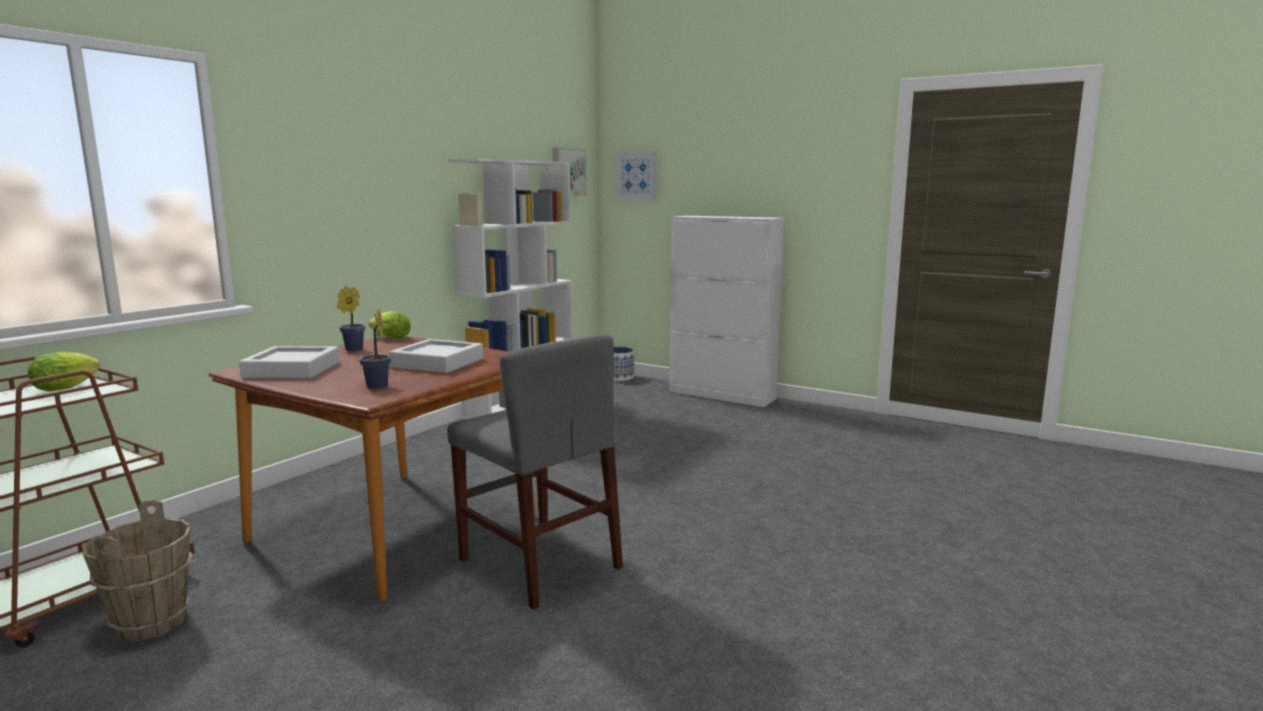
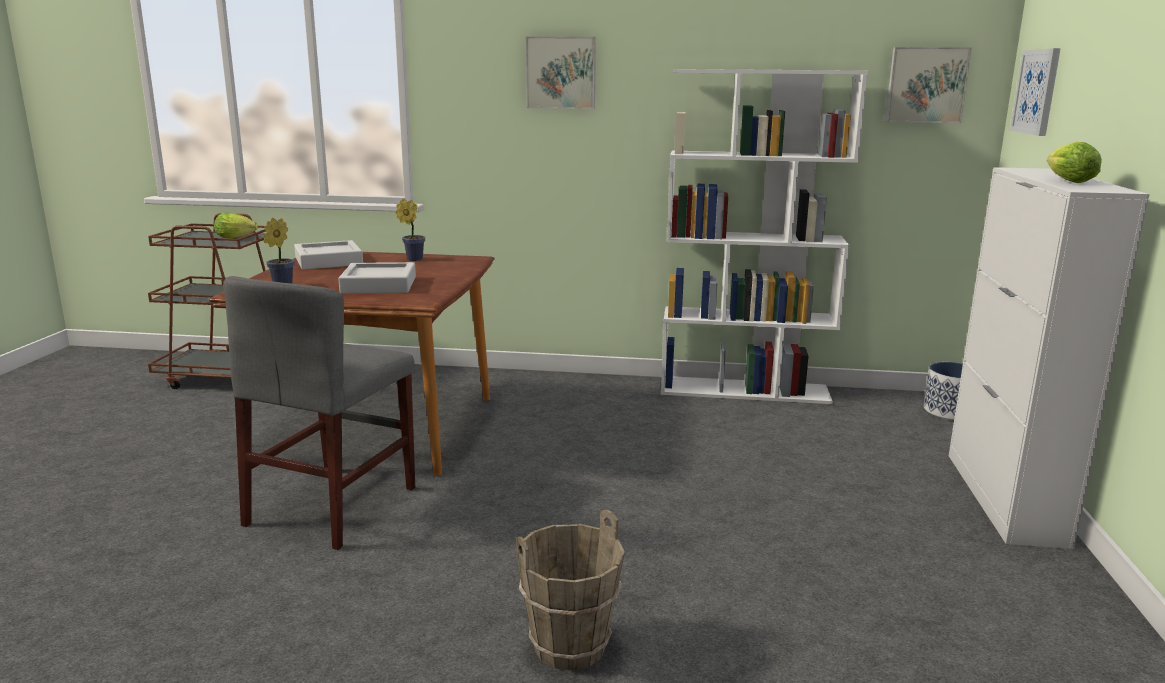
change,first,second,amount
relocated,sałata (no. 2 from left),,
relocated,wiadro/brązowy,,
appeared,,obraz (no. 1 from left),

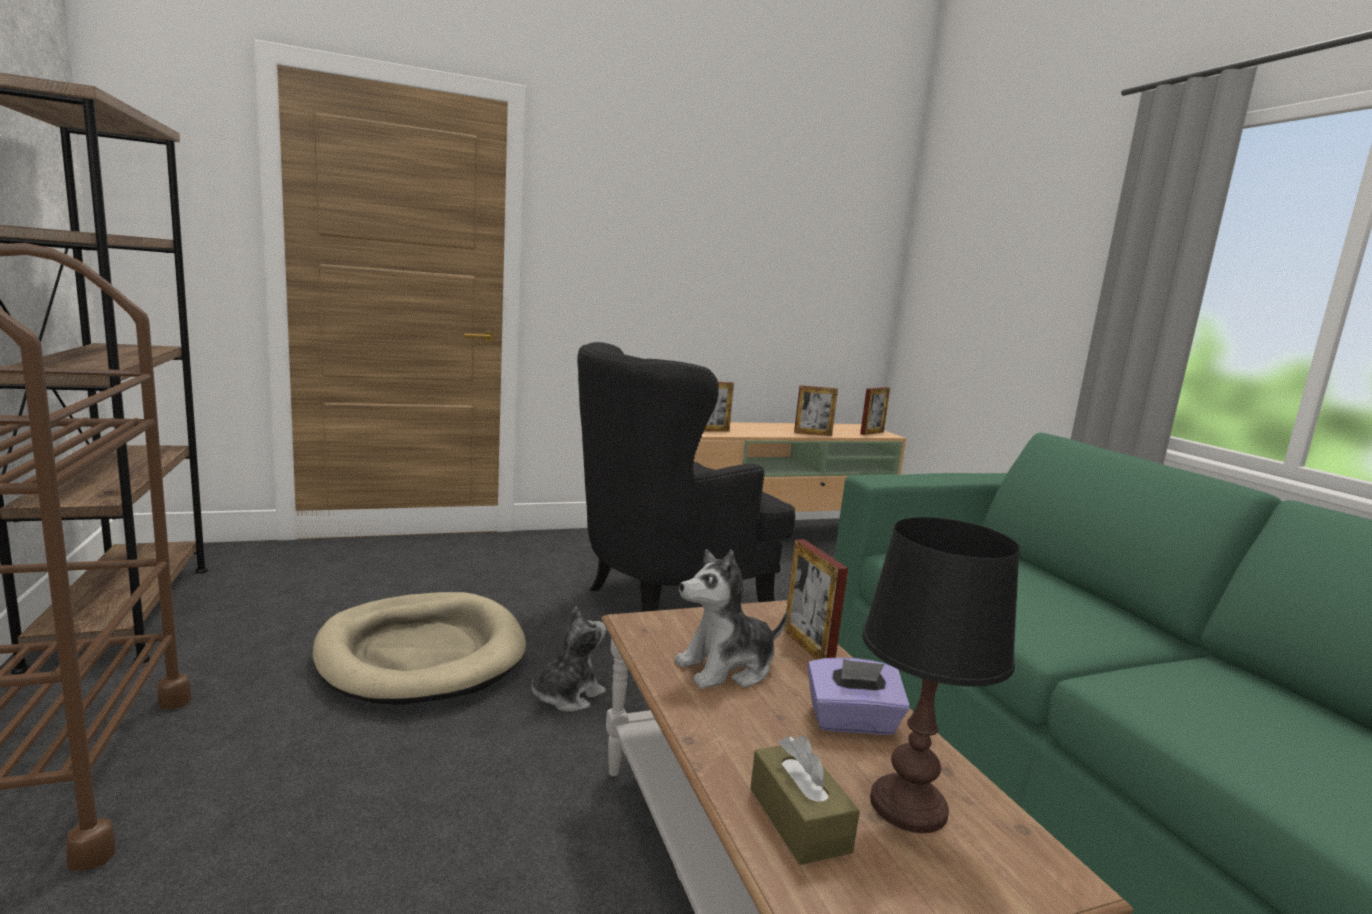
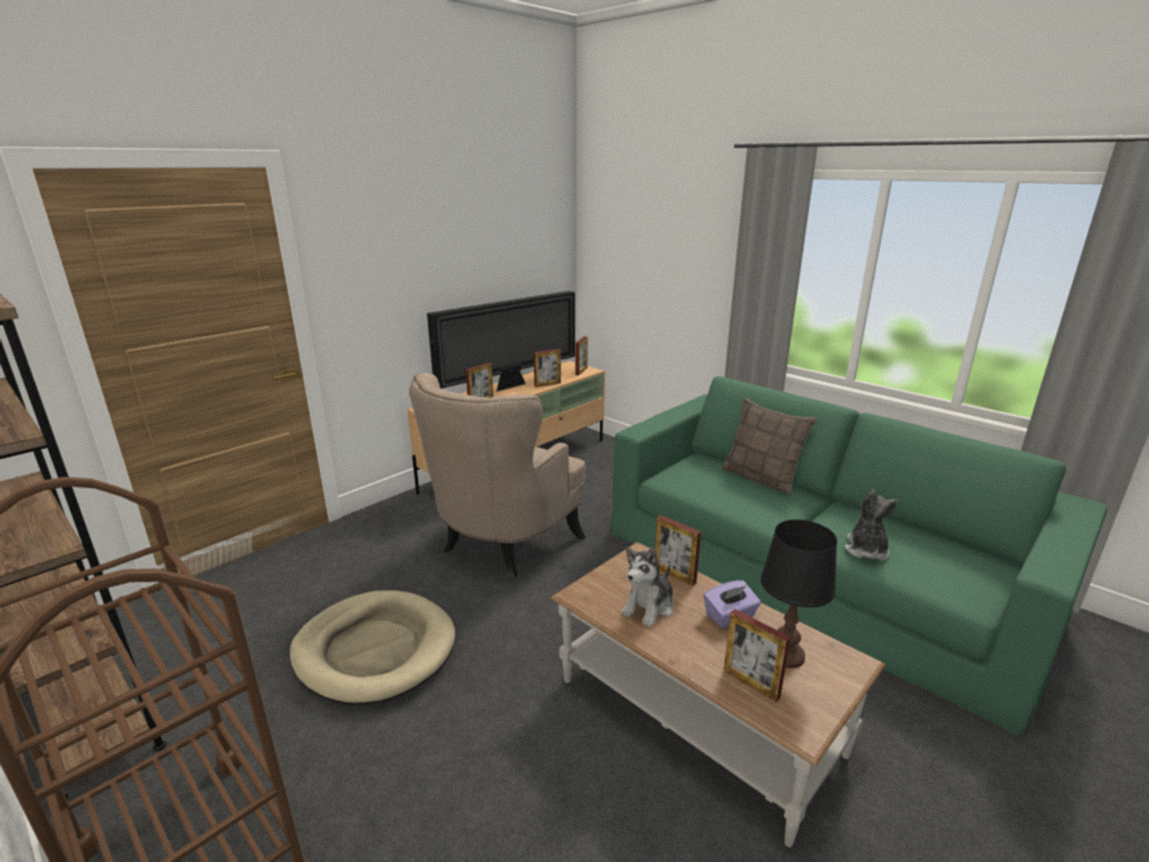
change,first,second,amount
colour,fotel/czarny,fotel/beżowy,
relocated,pluszak (no. 1 from left in the first image),pluszak (no. 2 from left),
exchanged,pudełko chusteczek/brązowy,ramka na zdjęcie (no. 5 from left),
appeared,,telewizor,
appeared,,poduszka,

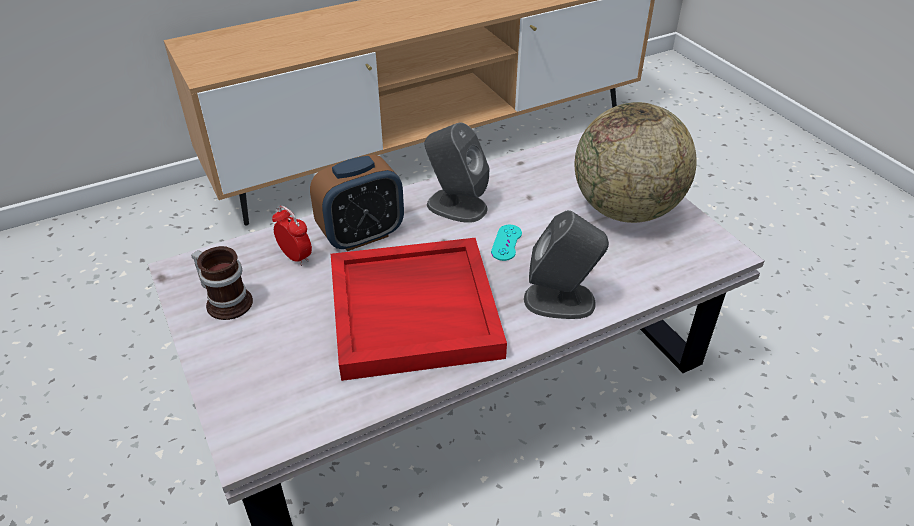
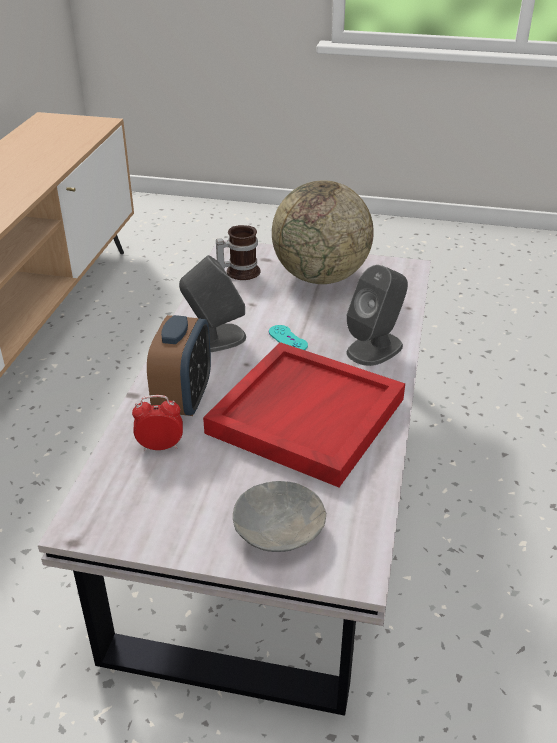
change,first,second,amount
relocated,kubek,,
appeared,,miska/szary,

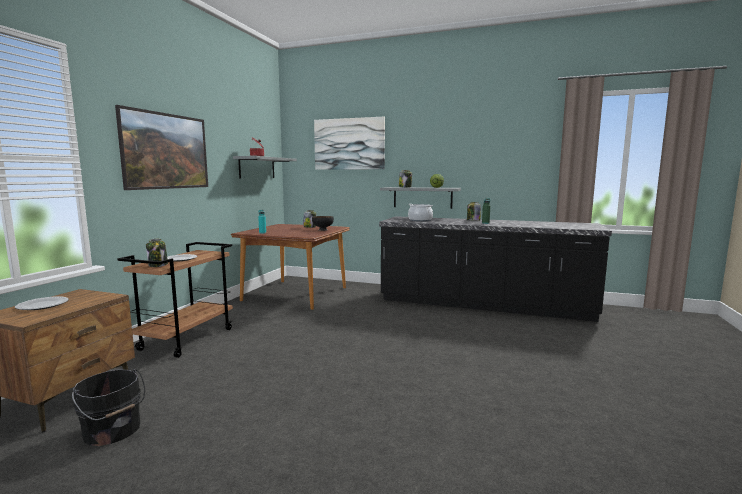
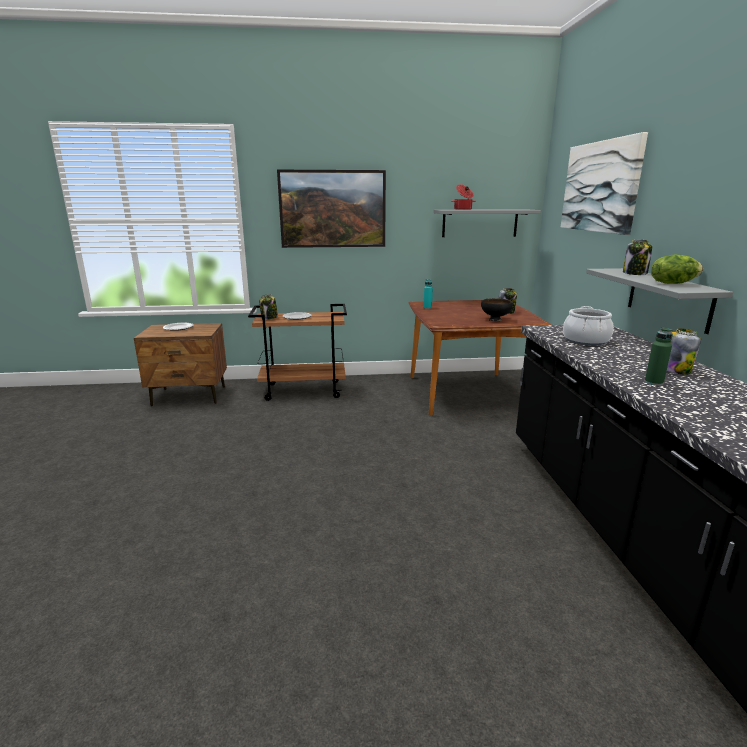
change,first,second,amount
missing,wiadro/czarny,,

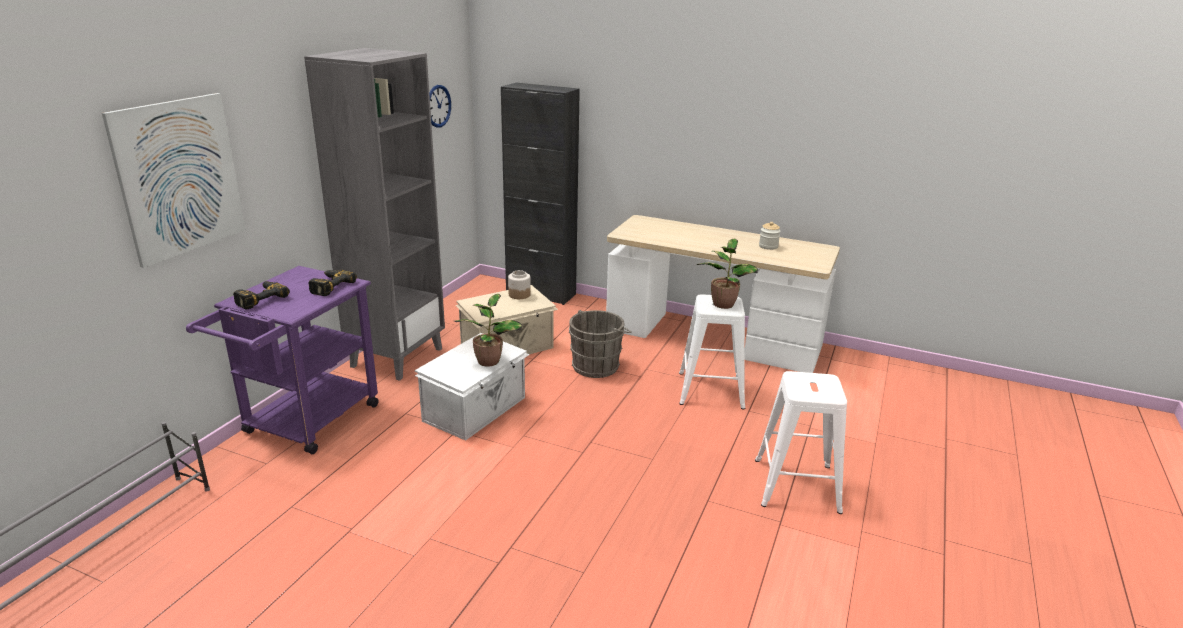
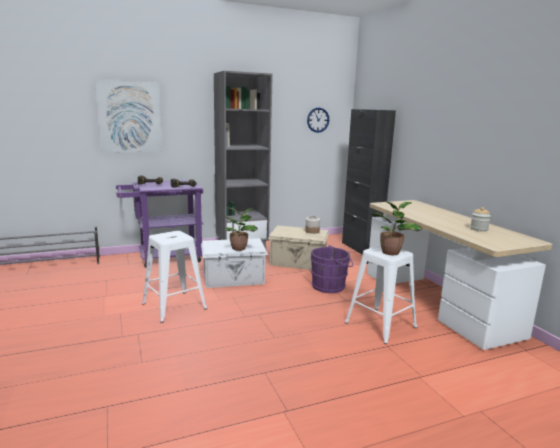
change,first,second,amount
colour,wiadro/szary,wiadro/fioletowy,
relocated,stołek/biały (no. 2 from left in the first image),stołek/biały (no. 1 from left),

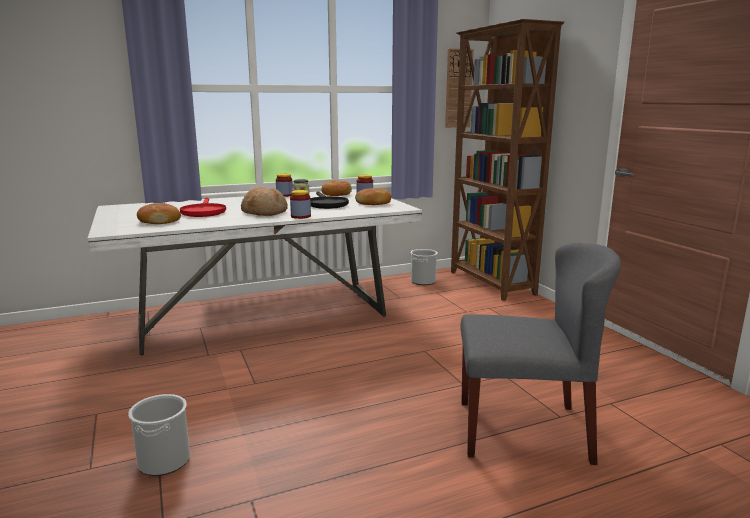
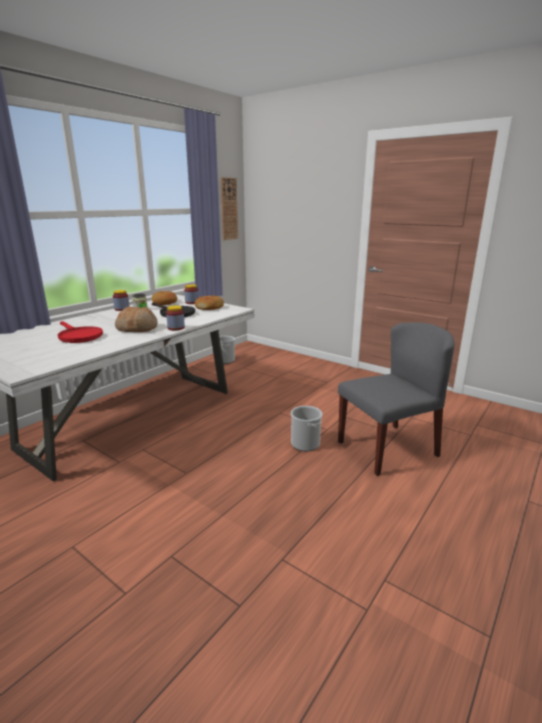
change,first,second,amount
missing,regał/brązowy,,
missing,chleb (no. 1 from left),,
relocated,wiadro (no. 1 from left in the first image),wiadro (no. 2 from left),

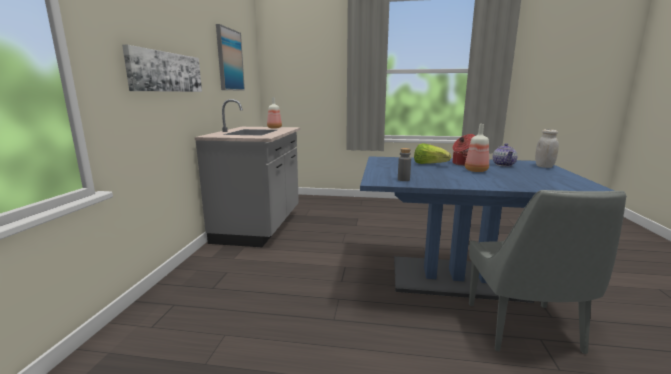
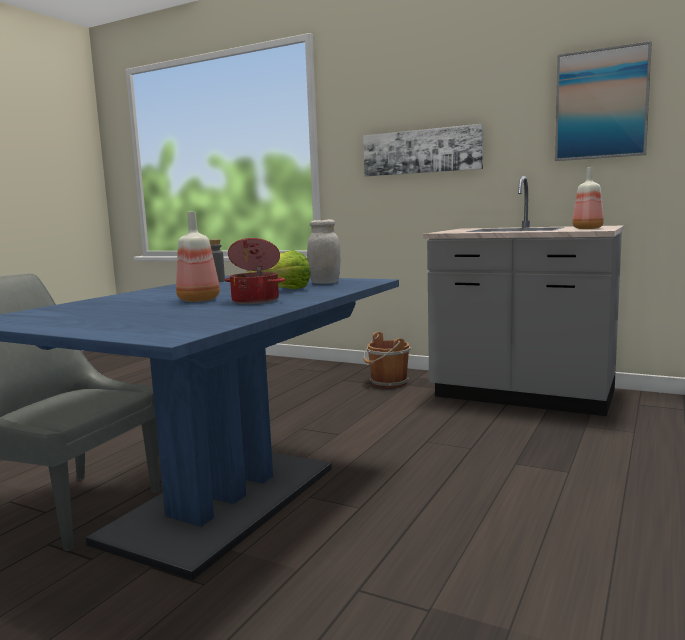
change,first,second,amount
relocated,słoik/biały,,
missing,imbryk,,
appeared,,wiadro/brązowy,

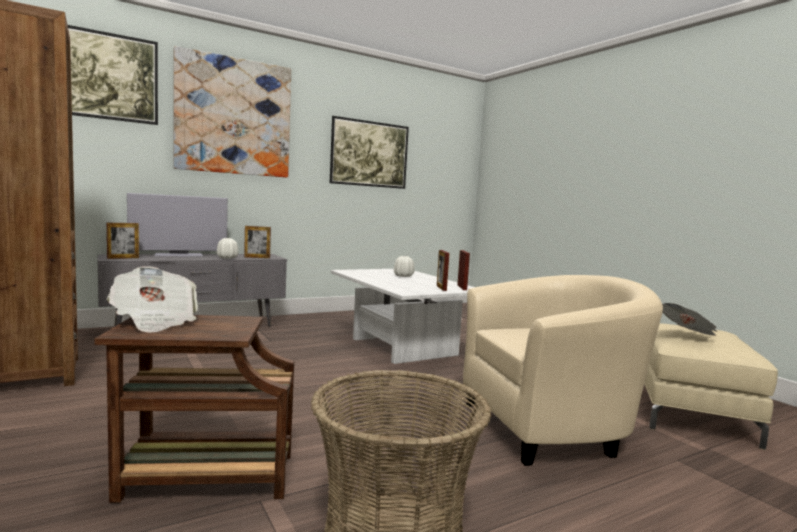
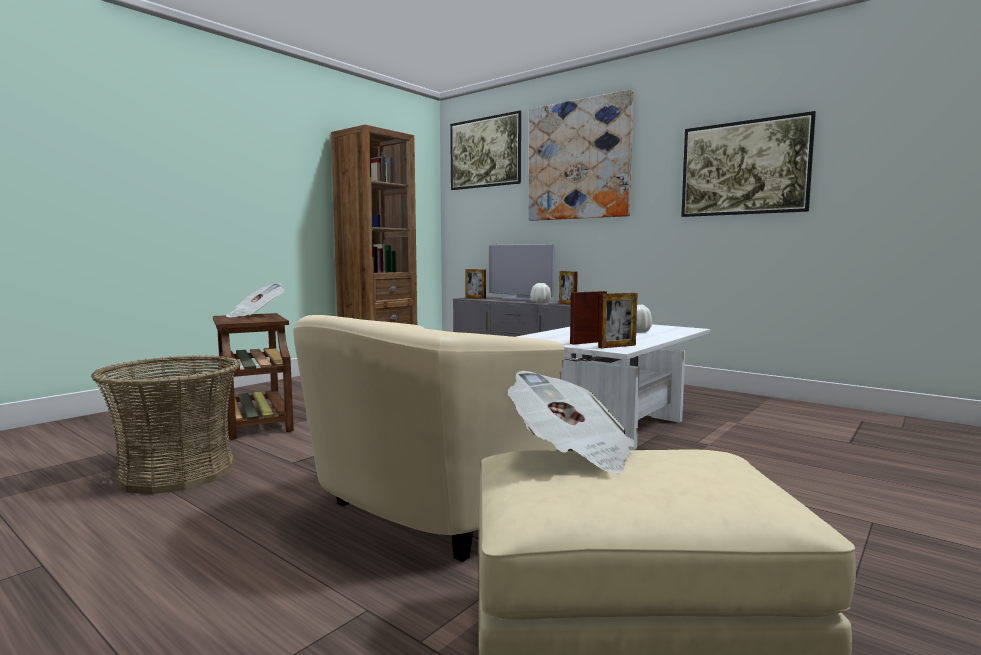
change,first,second,amount
spun,fotel/beżowy,,75 degrees clockwise

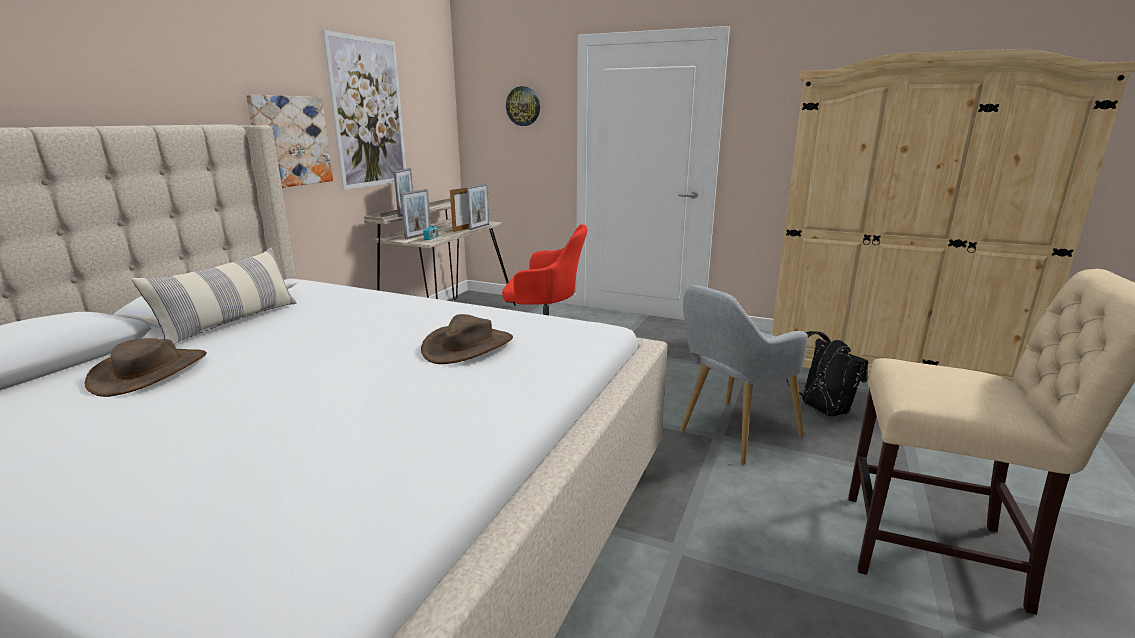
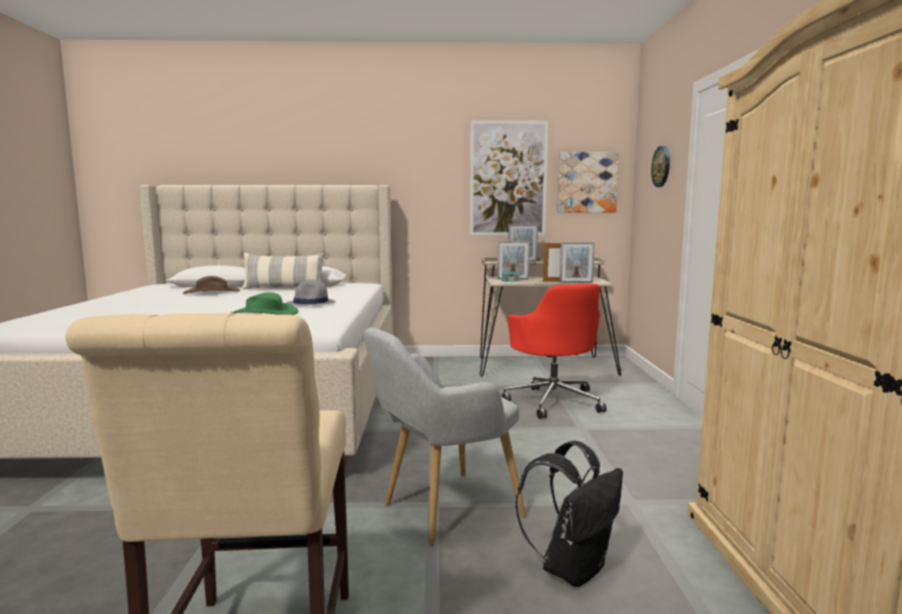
change,first,second,amount
relocated,obraz (no. 1 from left in the first image),obraz (no. 2 from left),
spun,fotel/szary,,60 degrees counterclockwise
colour,kapelusz/brązowy (no. 2 from left),kapelusz/zielony,
appeared,,kapelusz/szary,

